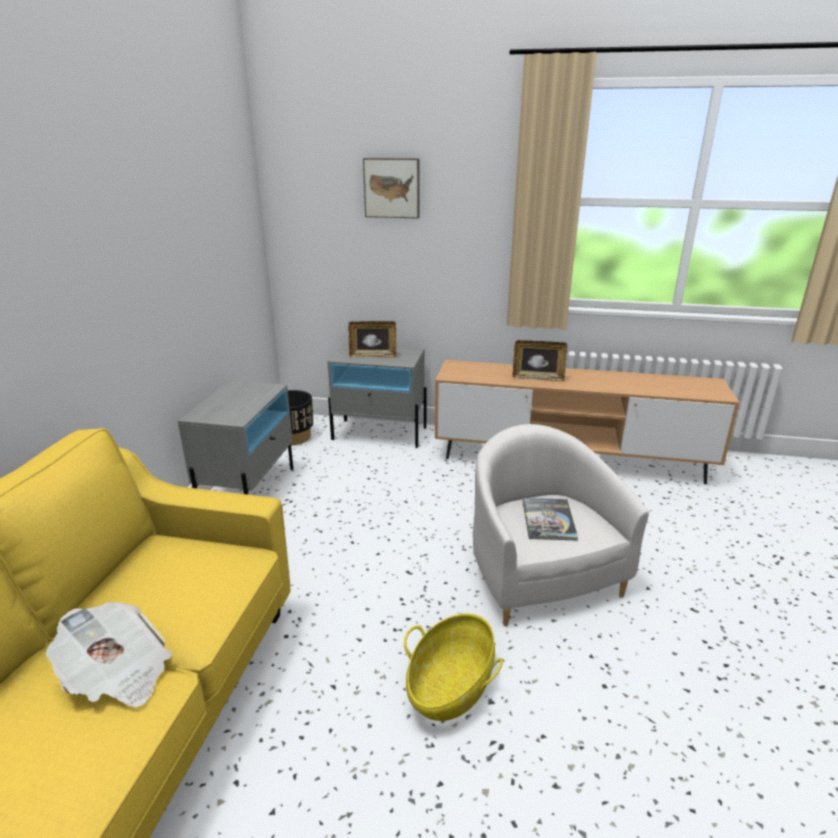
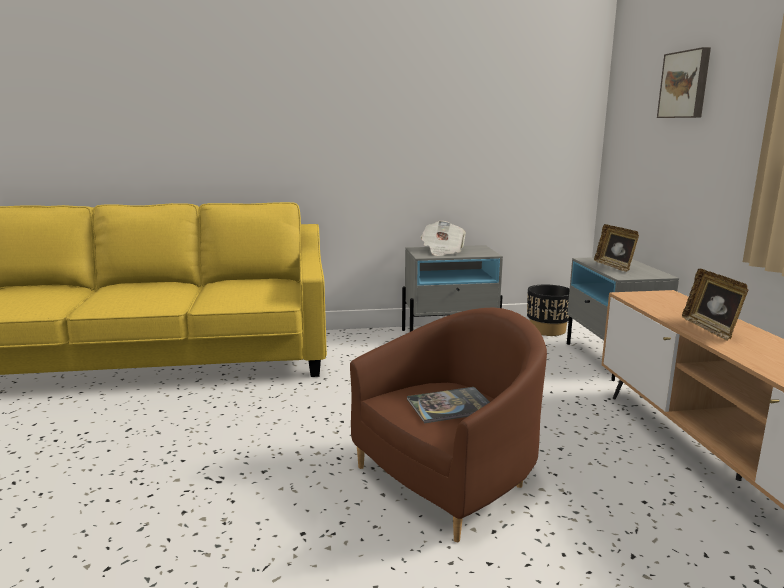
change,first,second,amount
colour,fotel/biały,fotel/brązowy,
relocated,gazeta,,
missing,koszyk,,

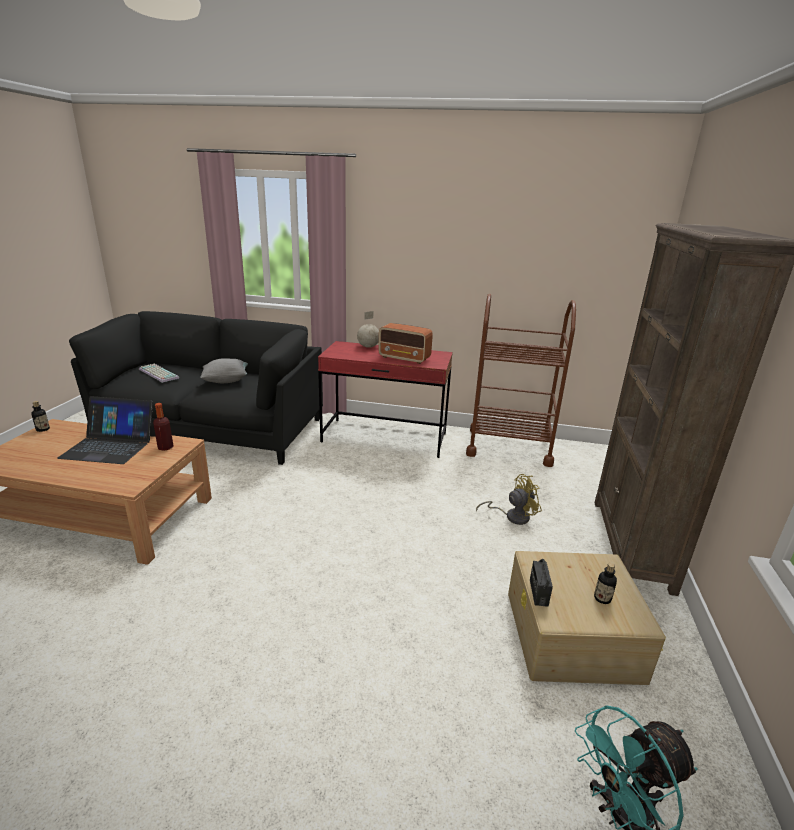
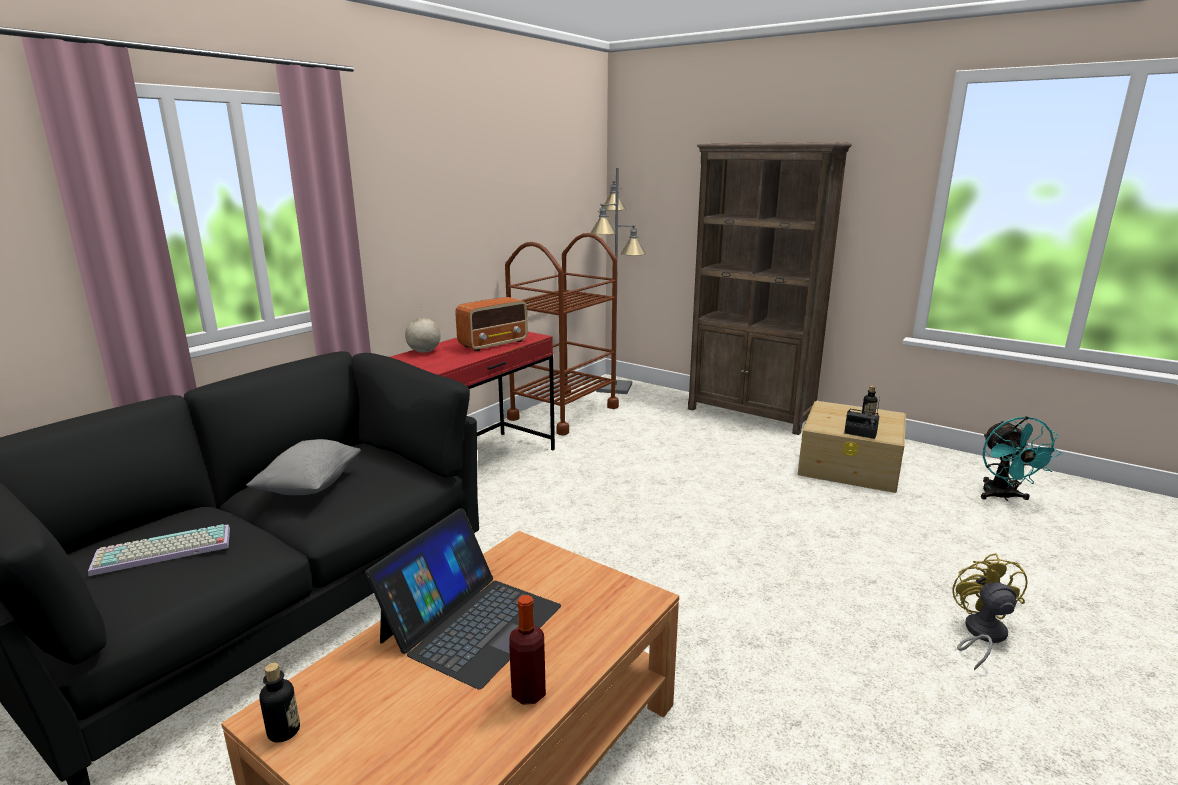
change,first,second,amount
relocated,butelka (no. 2 from left),,
relocated,wentylator/żółty,,
appeared,,lampa stojąca/szary,

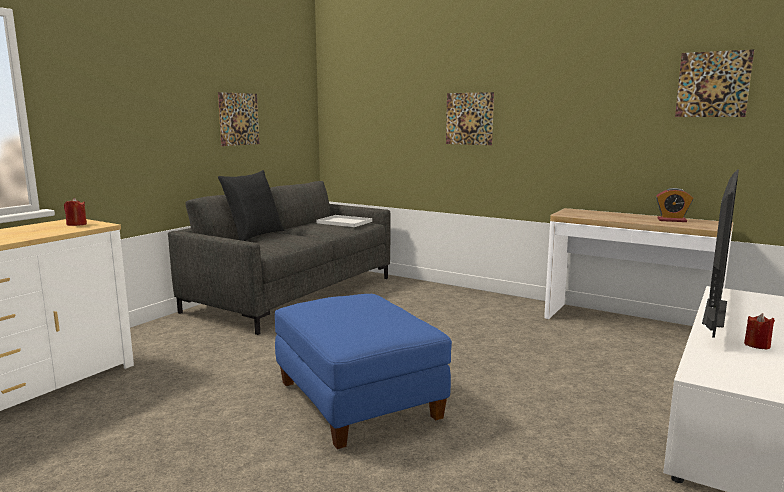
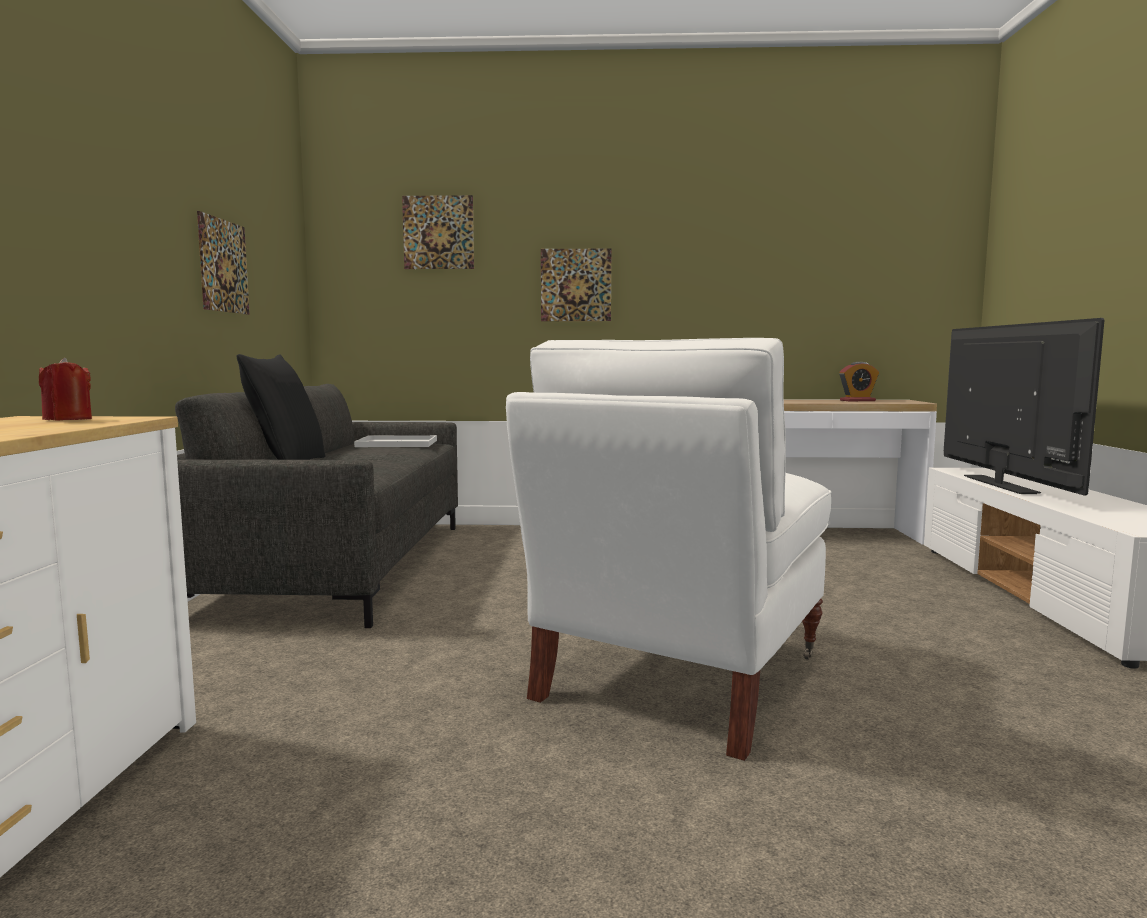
change,first,second,amount
relocated,obraz (no. 3 from left in the first image),obraz (no. 2 from left),
exchanged,pufa/niebieski,fotel/biały,
missing,świeca/czerwony (no. 2 from left),,

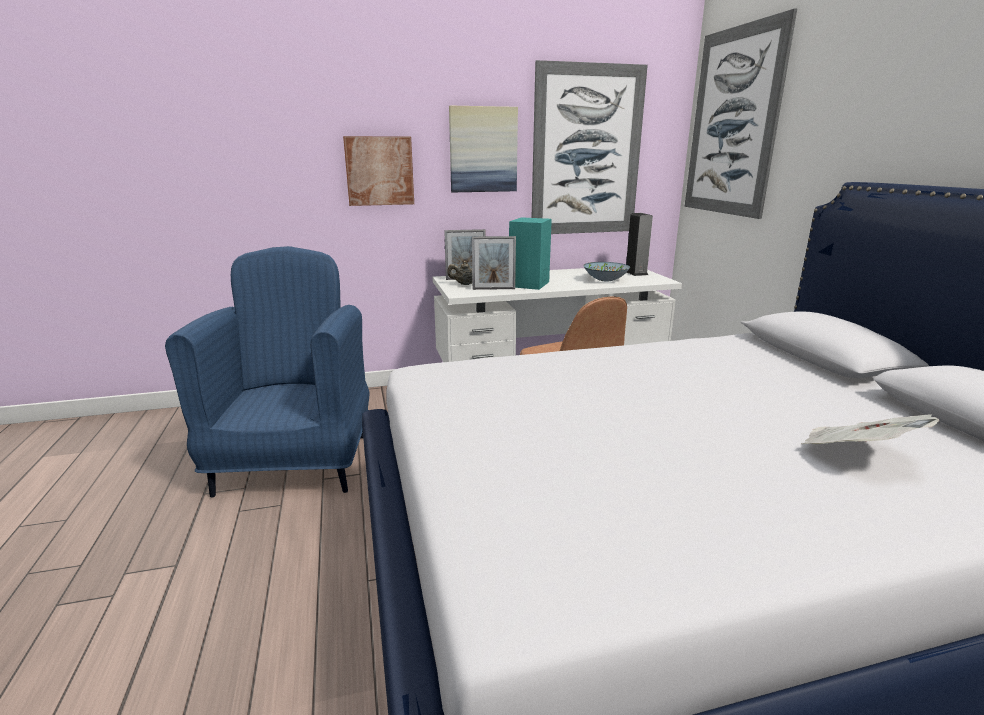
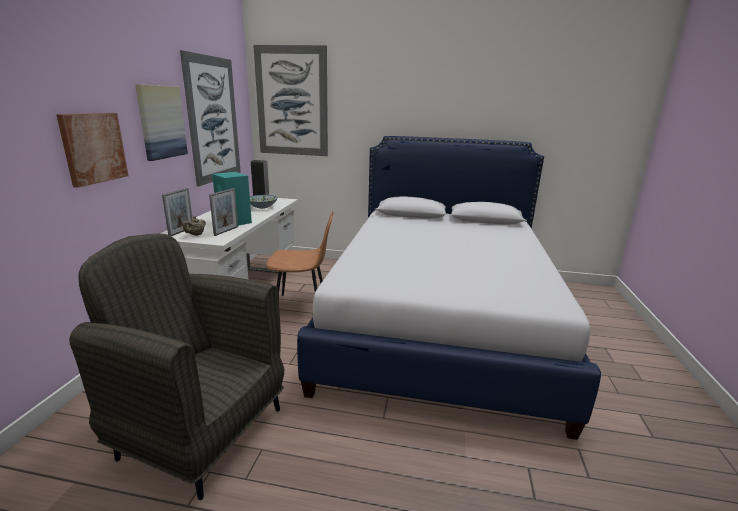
change,first,second,amount
colour,fotel/niebieski,fotel/szary,
missing,gazeta,,

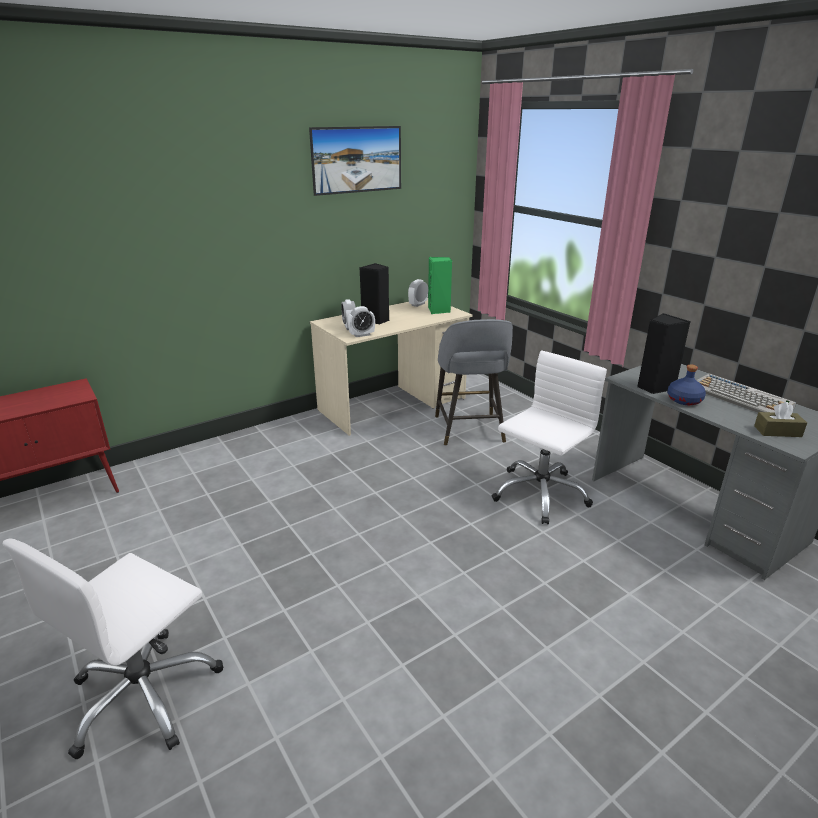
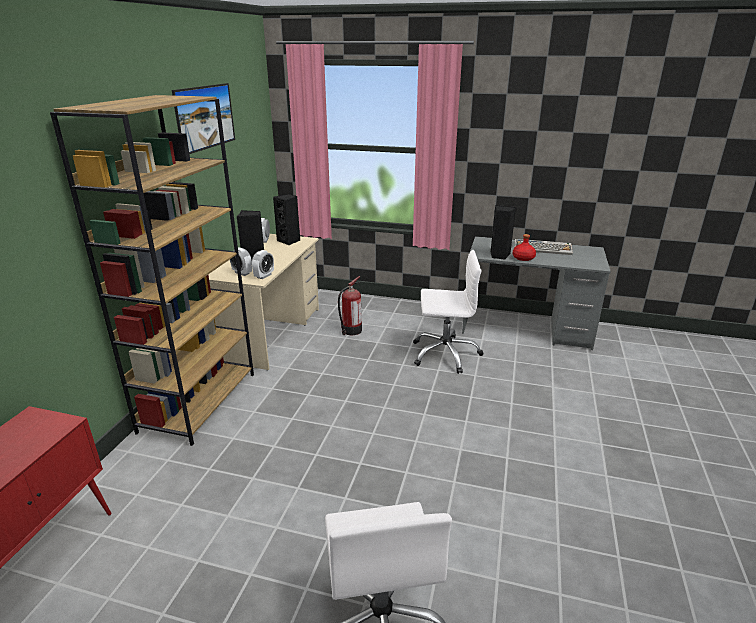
change,first,second,amount
colour,głośnik/zielony,głośnik/czarny (no. 2 from left),
exchanged,stołek/szary,gaśnica,
spun,krzesło biurowe/biały (no. 2 from left),,90 degrees clockwise
colour,butelka/niebieski,butelka/czerwony,
missing,pudełko chusteczek/brązowy,,
appeared,,regał/brązowy,

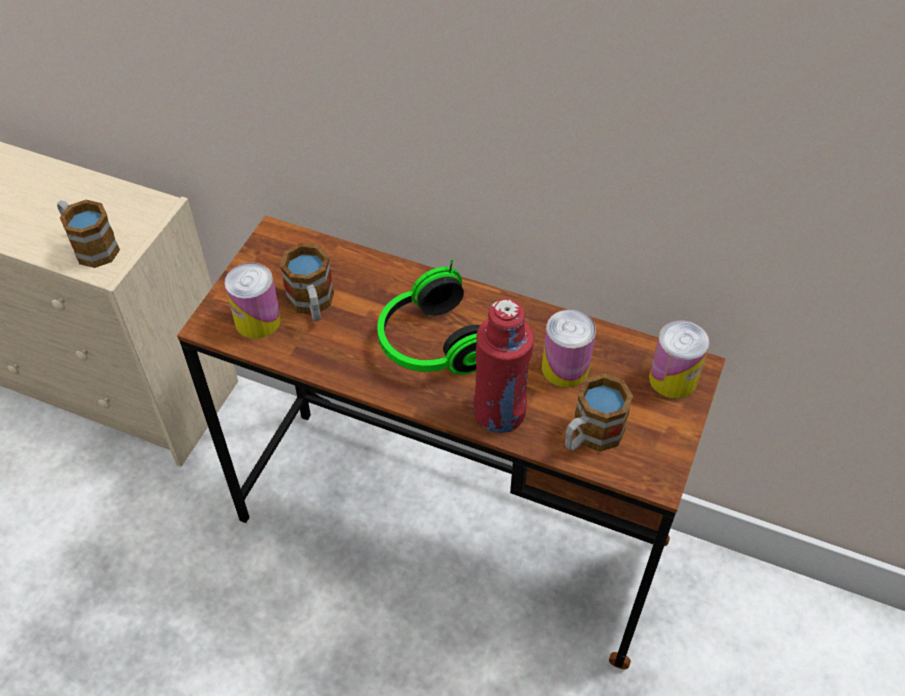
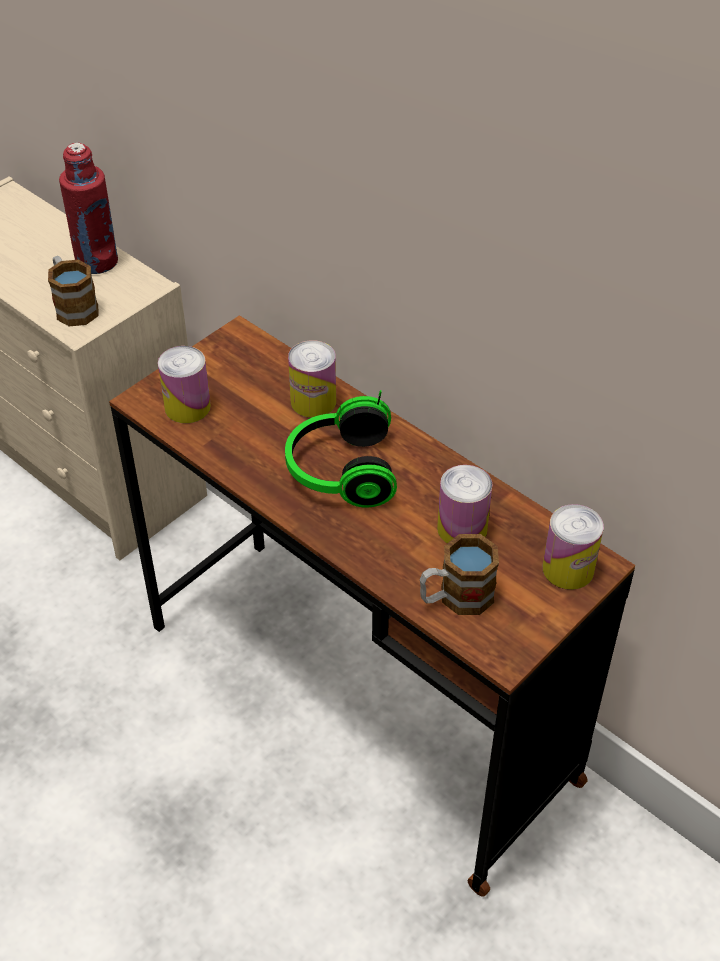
change,first,second,amount
missing,kubek (no. 2 from left),,
relocated,butelka/czerwony,,
appeared,,puszka (no. 2 from left),

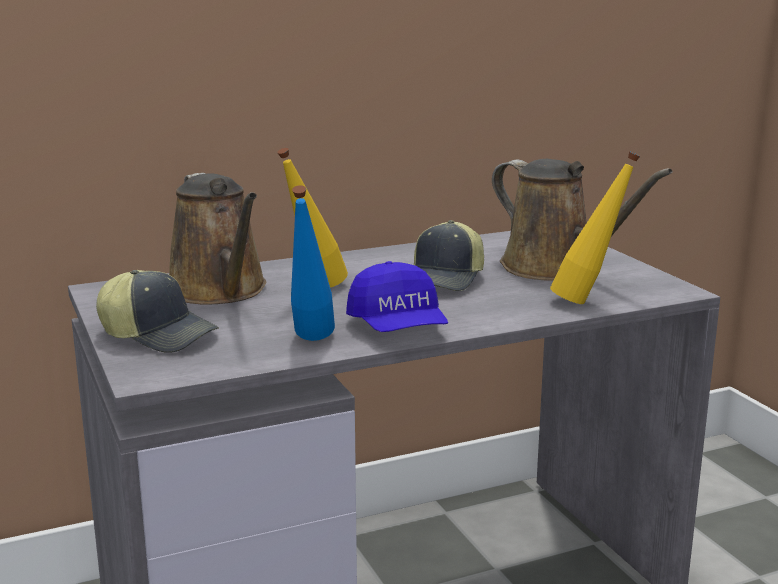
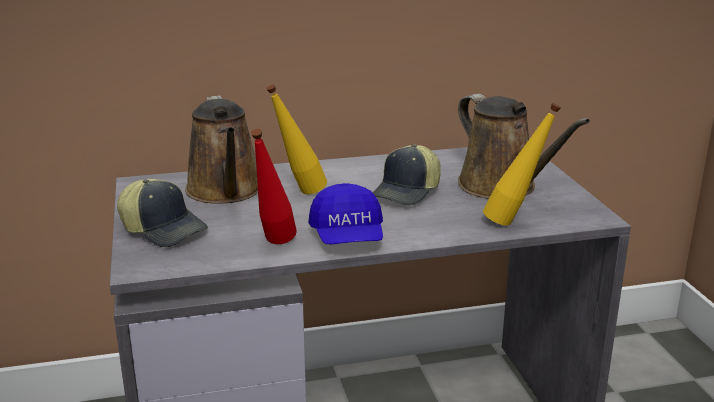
change,first,second,amount
colour,butelka/niebieski,butelka/czerwony,

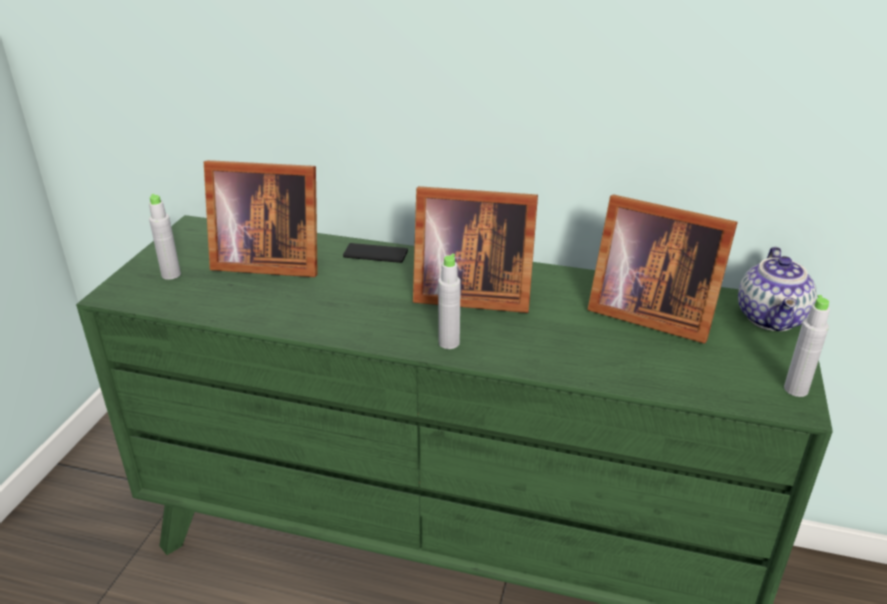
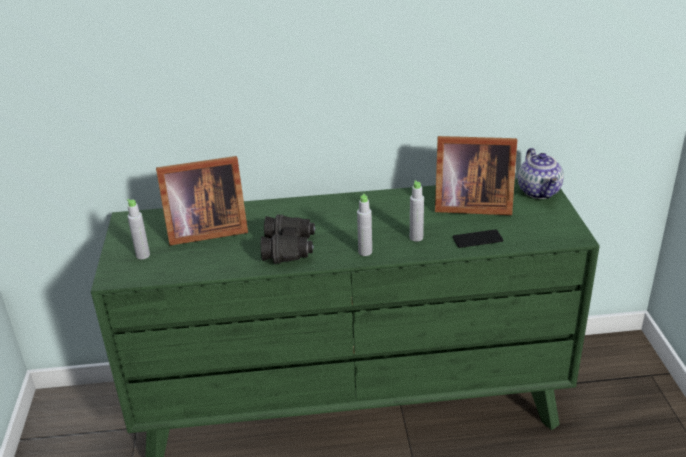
change,first,second,amount
missing,ramka na zdjęcie (no. 2 from left),,
relocated,telefon,,
relocated,butelka/szary (no. 3 from left),,
appeared,,lornetka/czarny,

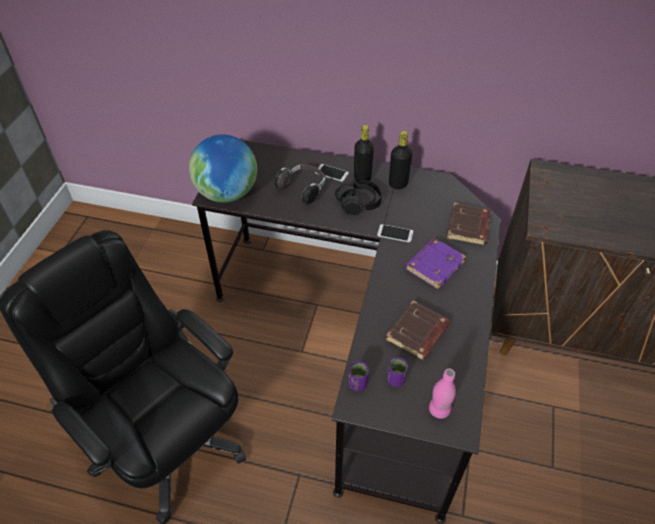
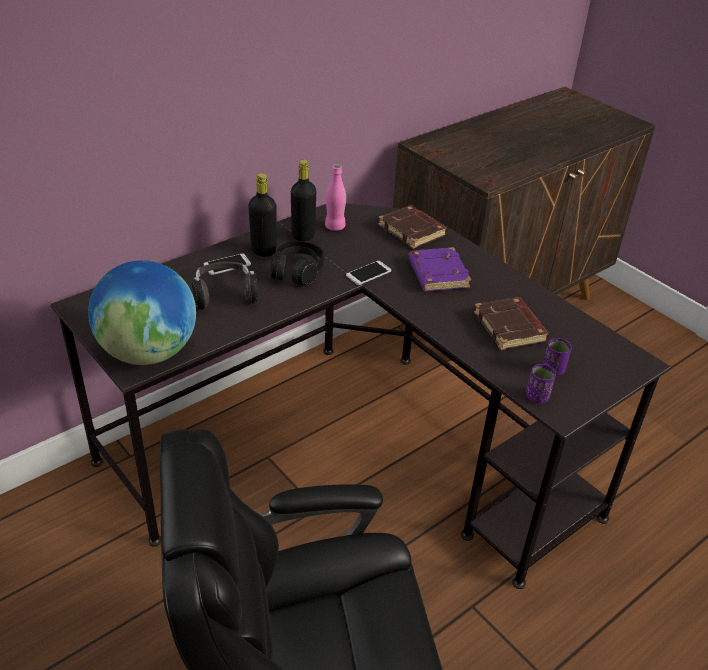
change,first,second,amount
relocated,butelka/różowy,,

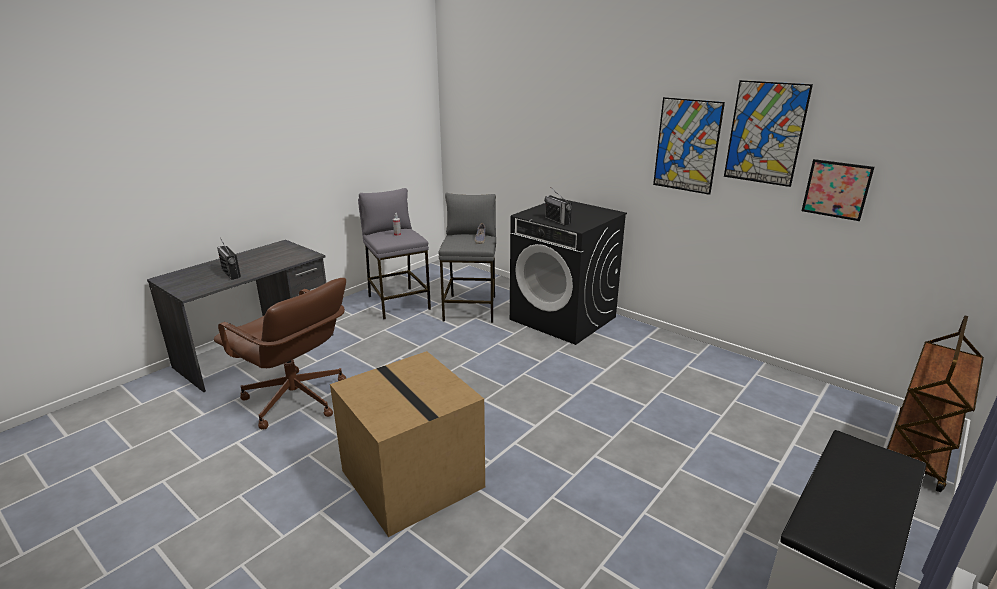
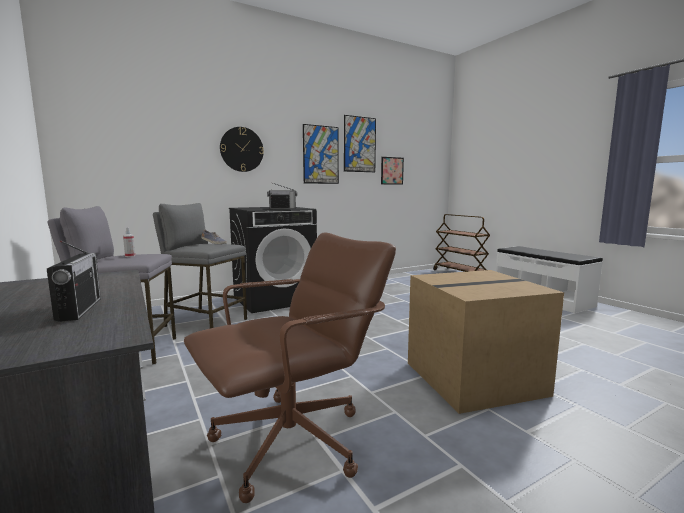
change,first,second,amount
spun,radio (no. 1 from left),,90 degrees counterclockwise
appeared,,zegar ścienny,

